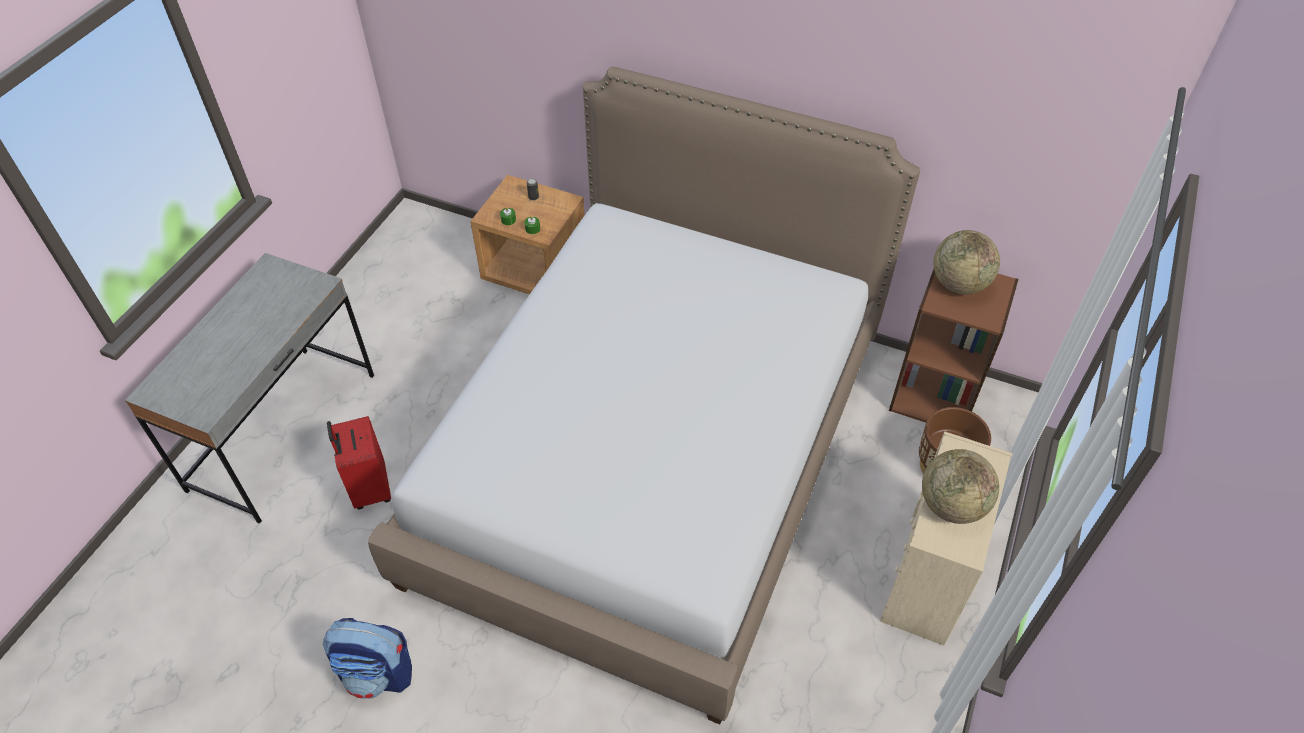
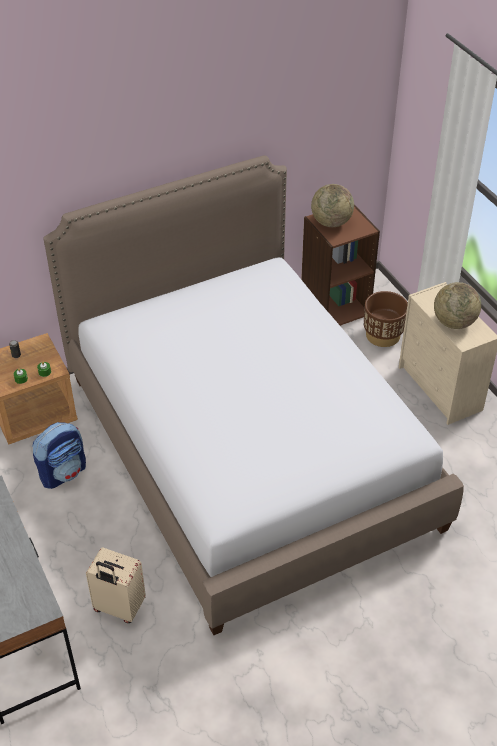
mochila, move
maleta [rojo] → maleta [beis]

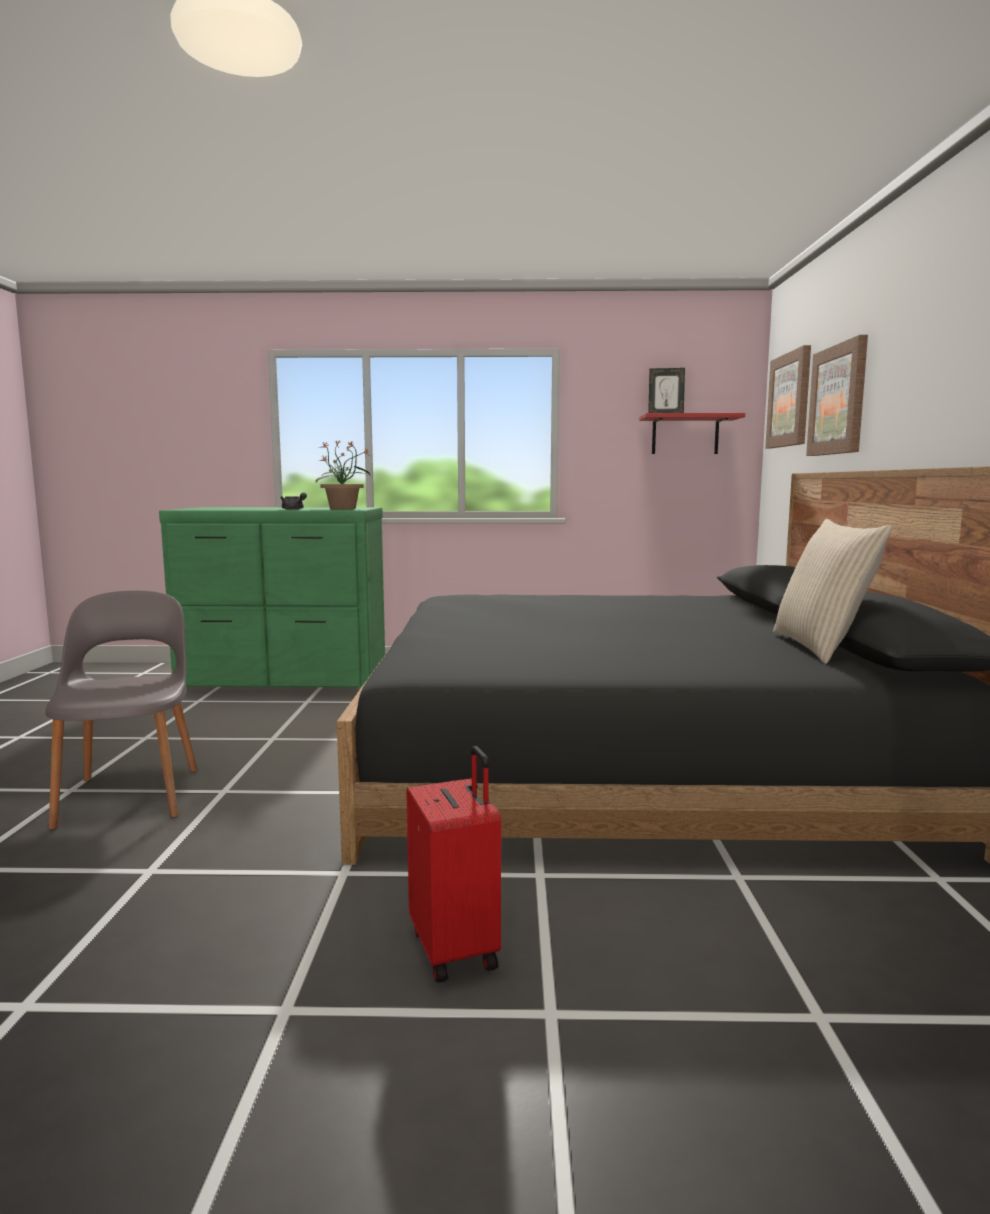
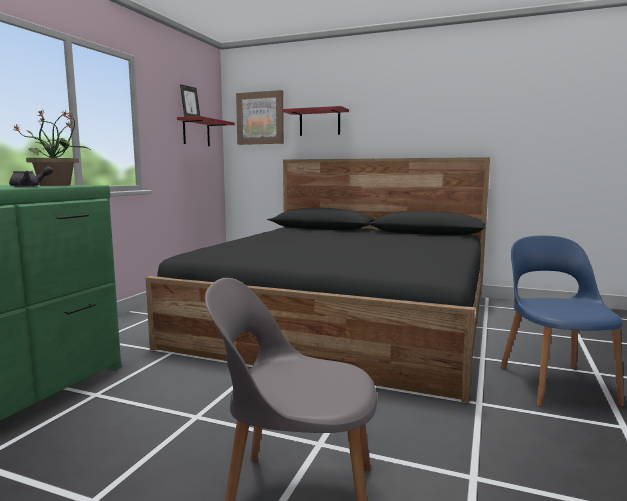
cuadro (2nd from left) → estante [rojo] (2nd from left)
maleta [rojo] → silla [azul]
cojín [beis] → -

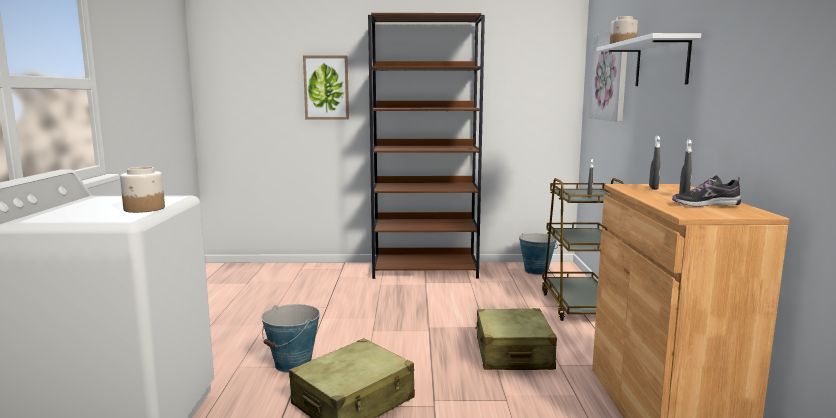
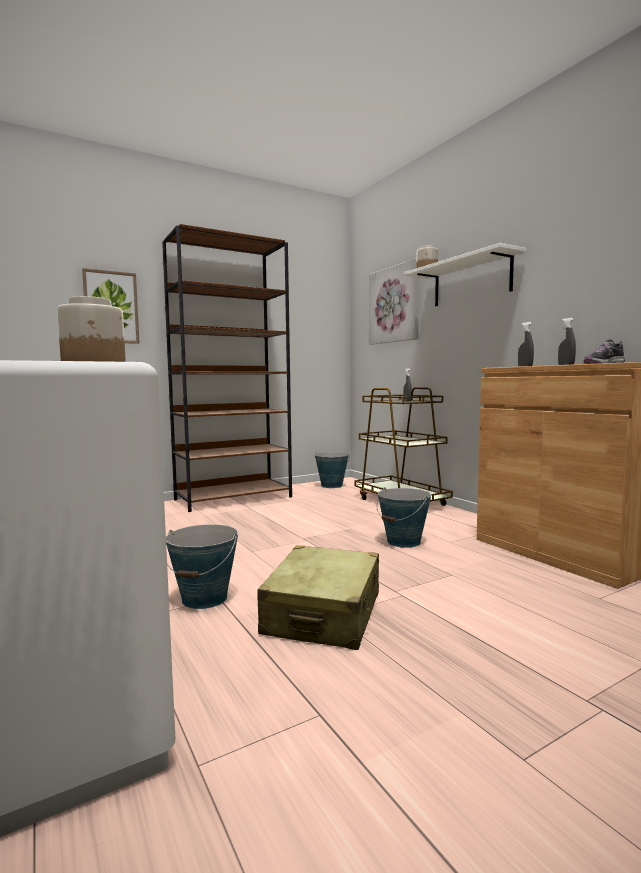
maleta [beis] (2nd from left) → cubo (3rd from left)

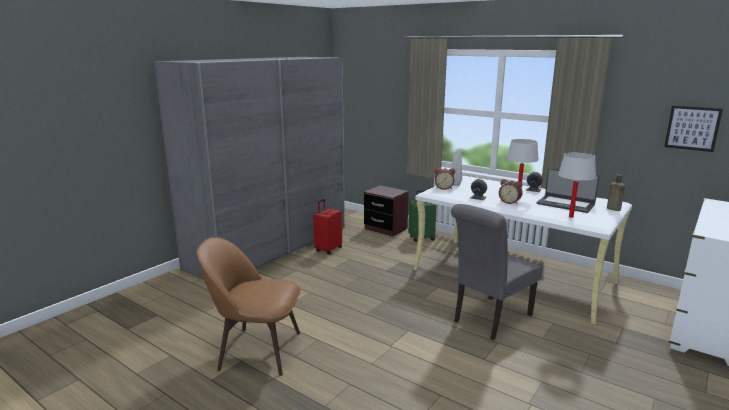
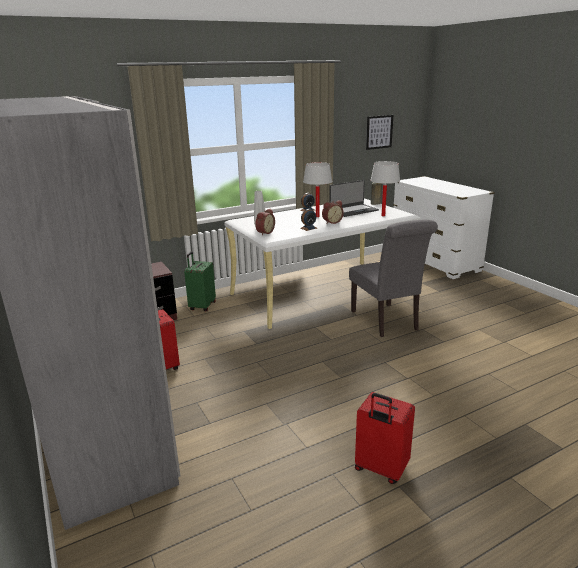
silla [marrón] → maleta [rojo] (2nd from left)

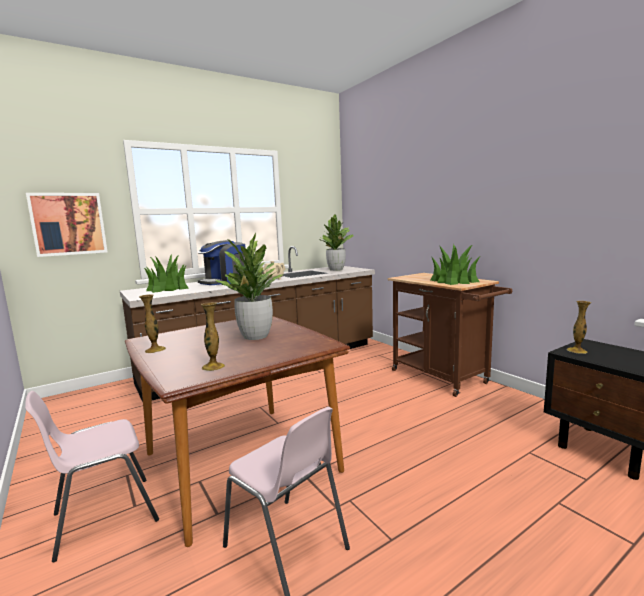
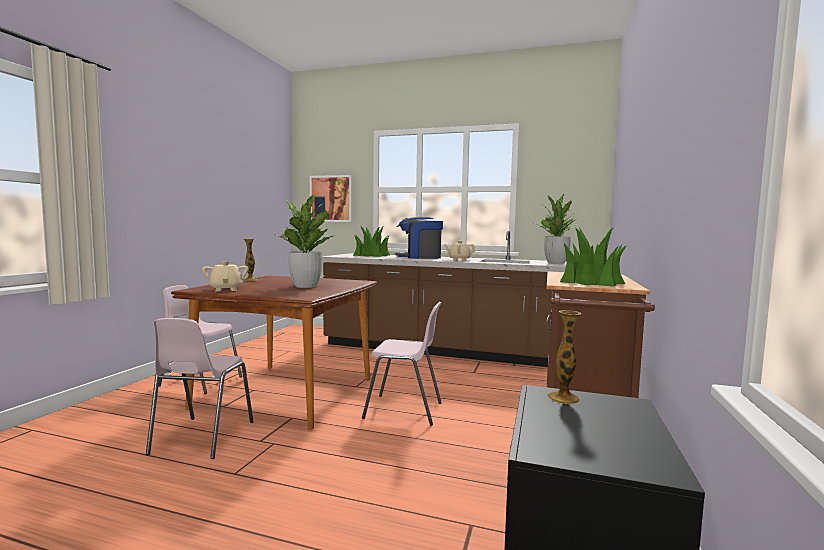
florero (2nd from left) → tetera [beis] (1st from left)
- → silla [rosa] (3rd from left)

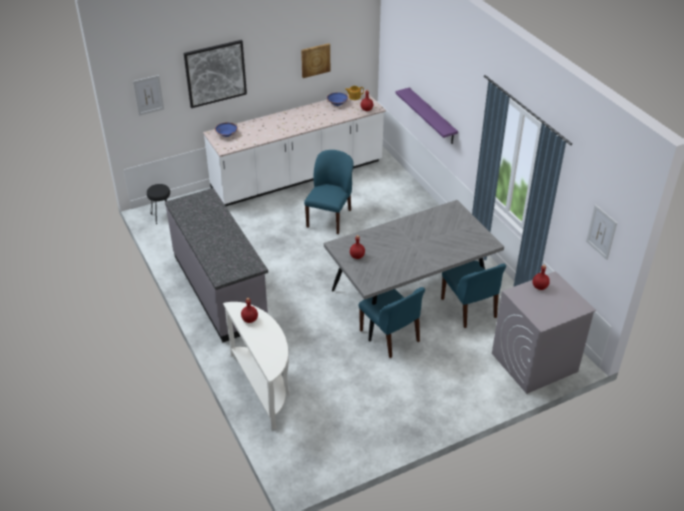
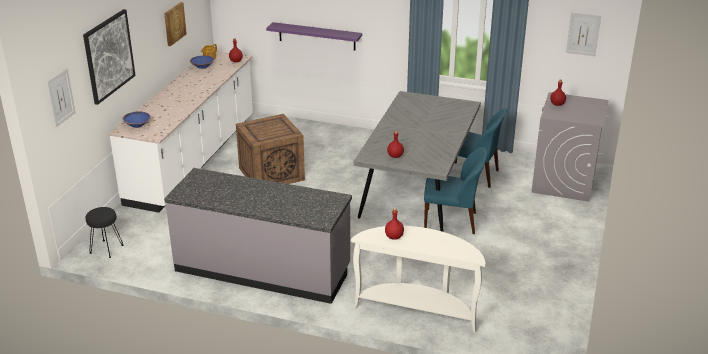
silla [azul] (1st from left) → caja de embalaje

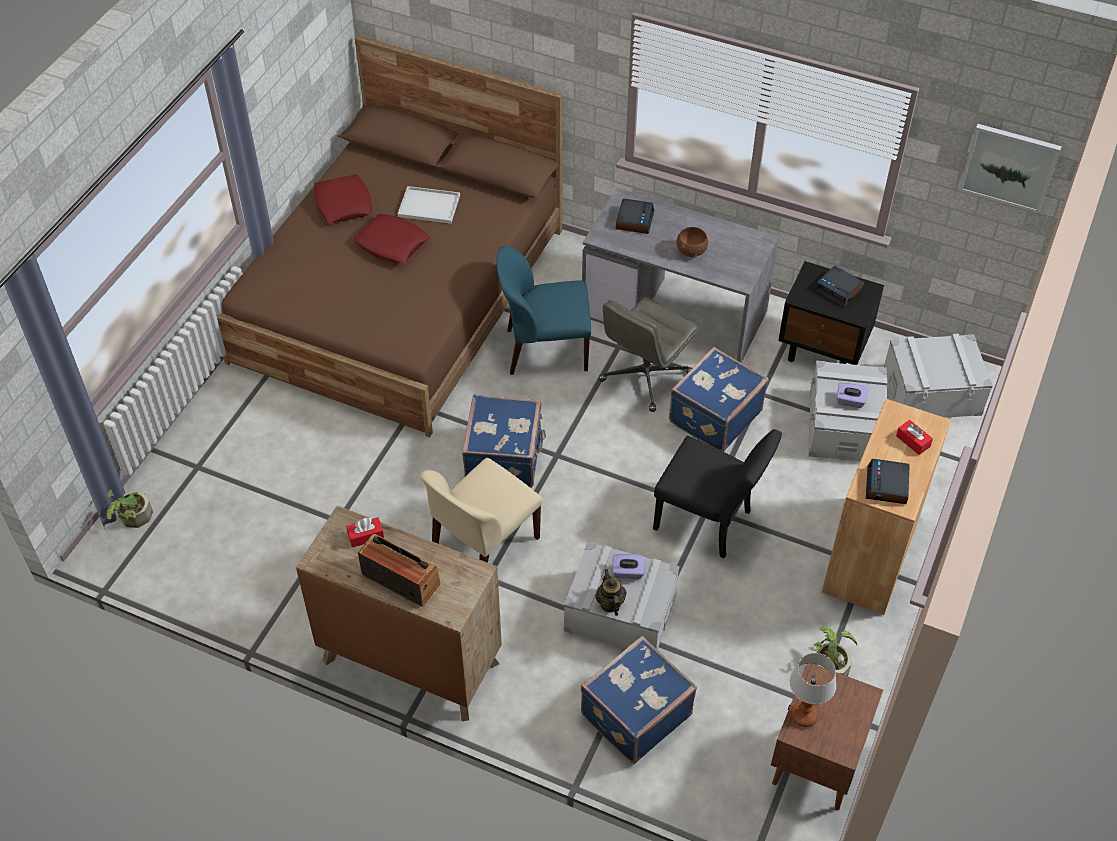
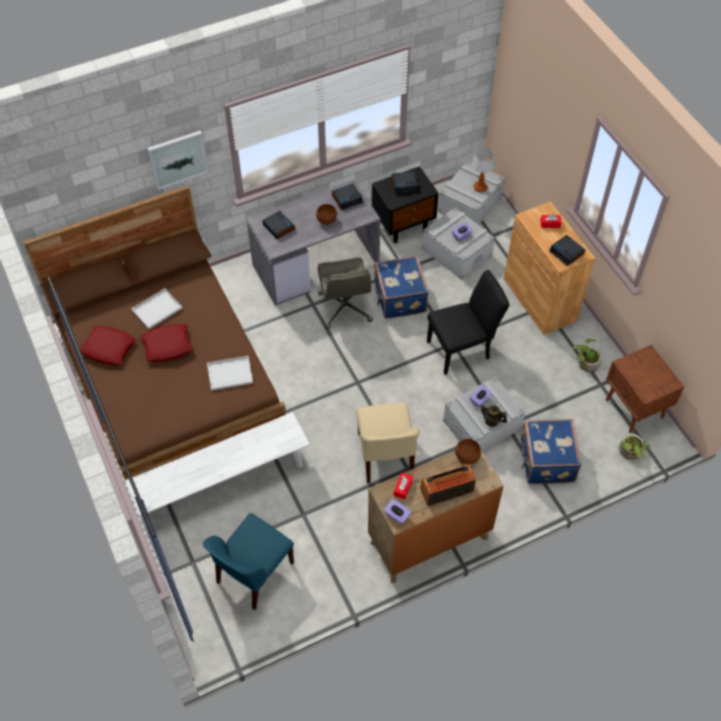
- → banco [blanco]
cuadro, move
silla [azul], move
- → bandeja [blanco] (2nd from left)
- → despertador (2nd from left)
- → caja de pañuelos [morado] (1st from left)
- → cuenco [marrón] (2nd from left)
lámpara de mesa, move
planta en maceta (1st from left in the first image) → planta en maceta (2nd from left), move
maleta [azul] (1st from left) → -

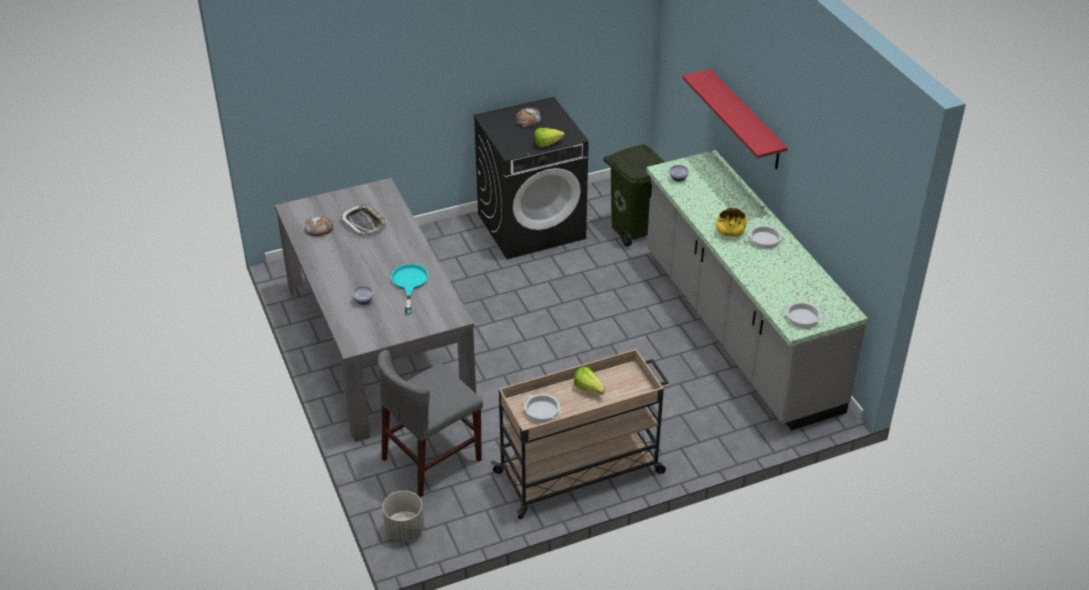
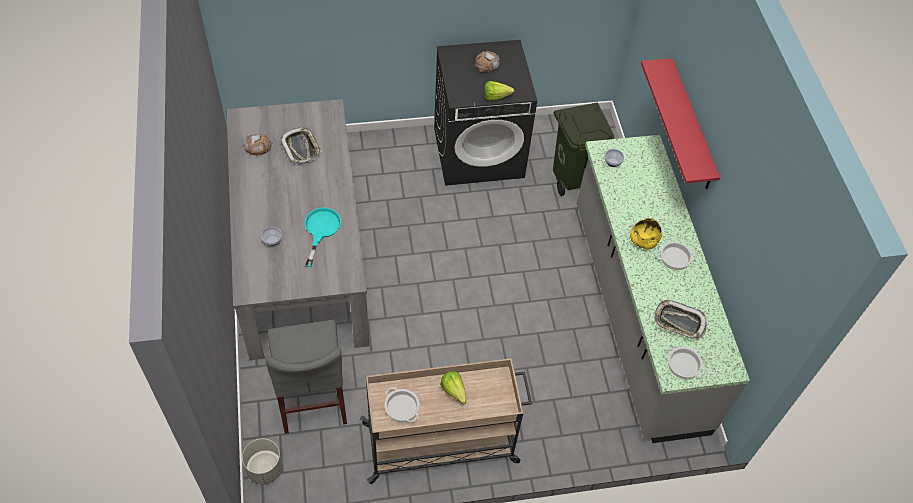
silla [gris], 75 degrees counterclockwise
- → bandeja (2nd from left)

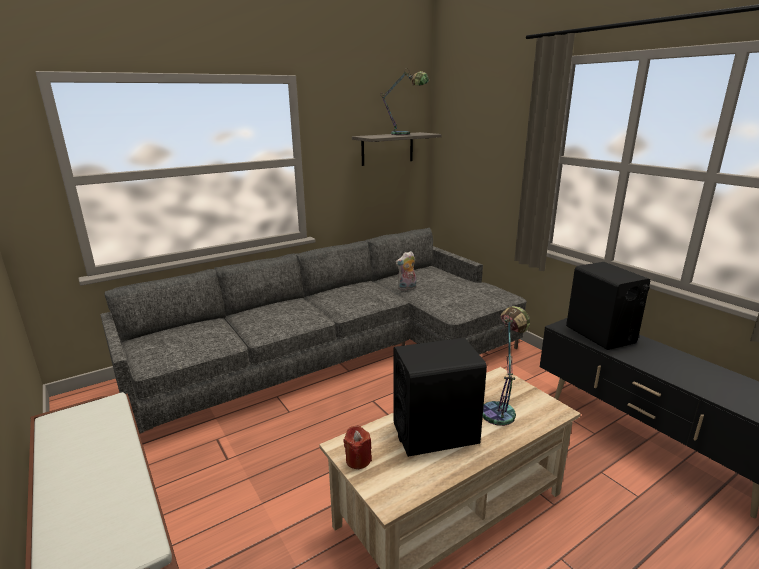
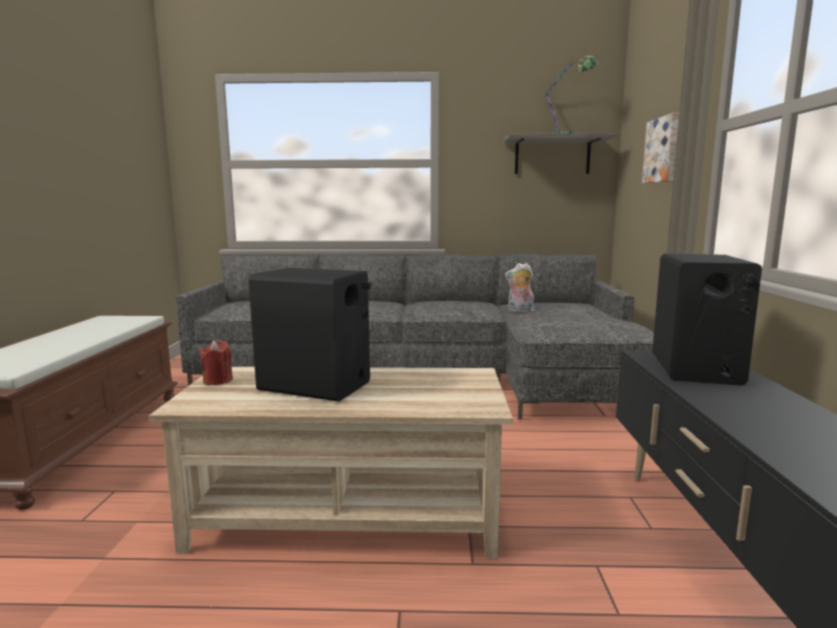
- → cuadro
lámpara de mesa (2nd from left) → -

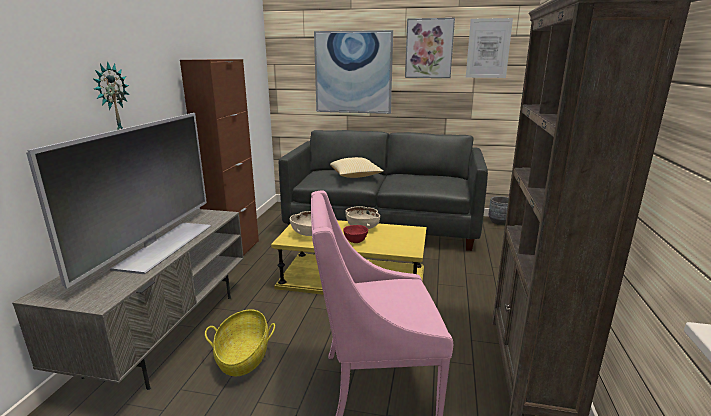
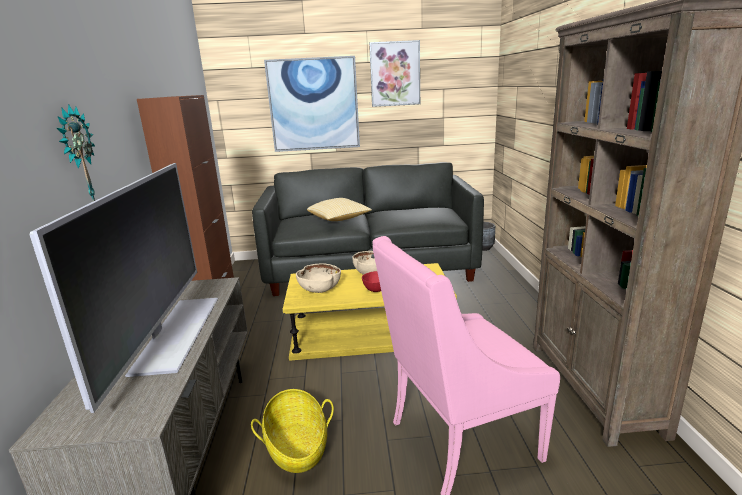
cuadro (3rd from left) → -

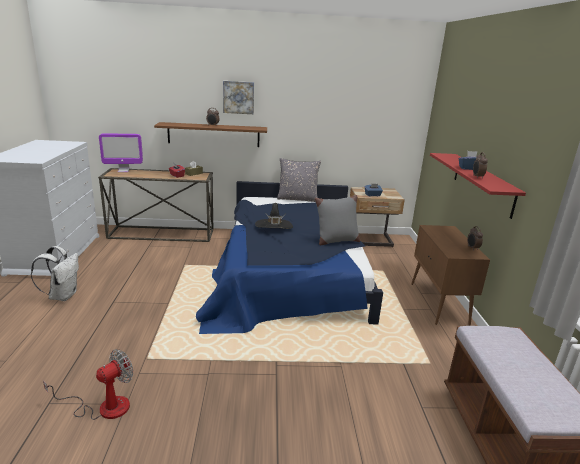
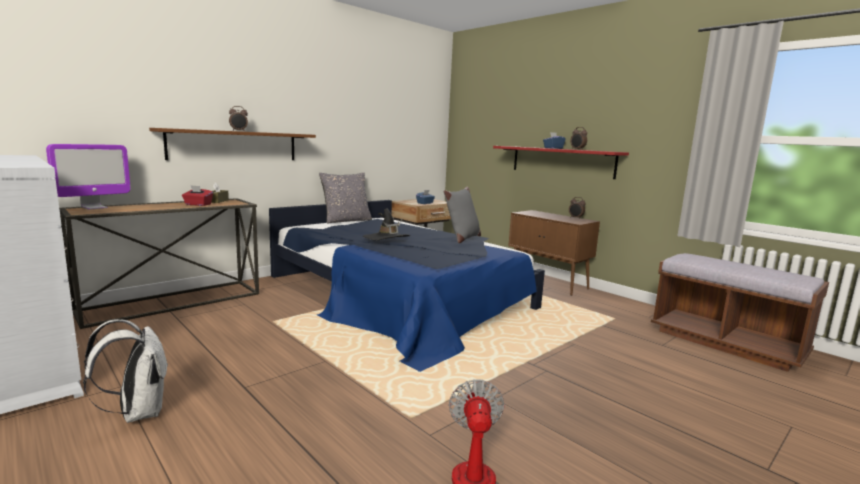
cuadro → -

